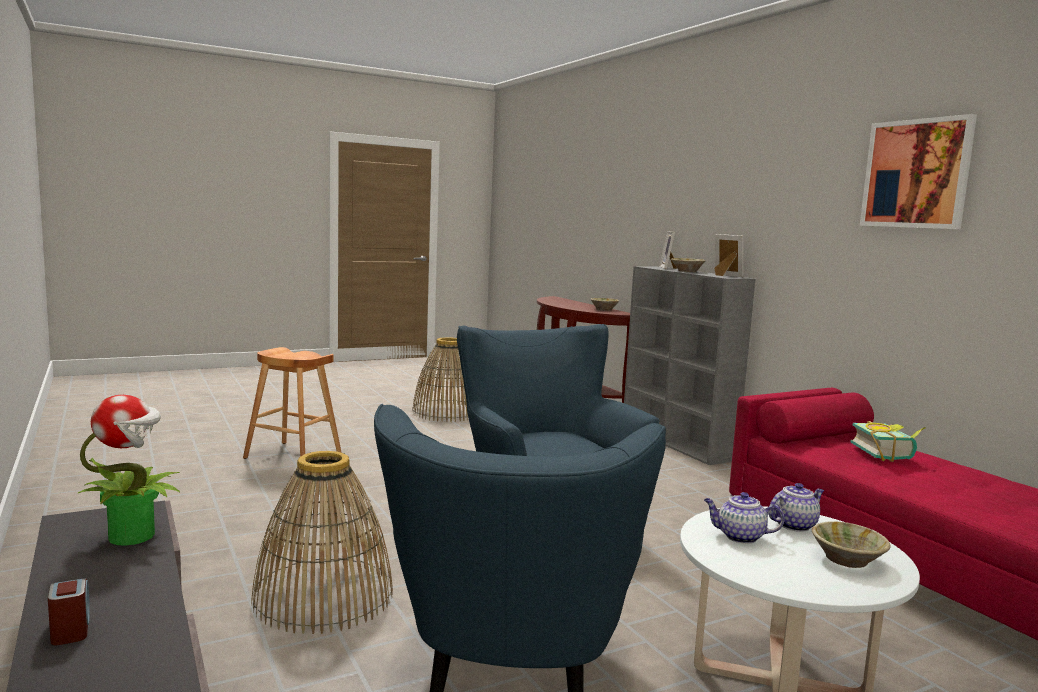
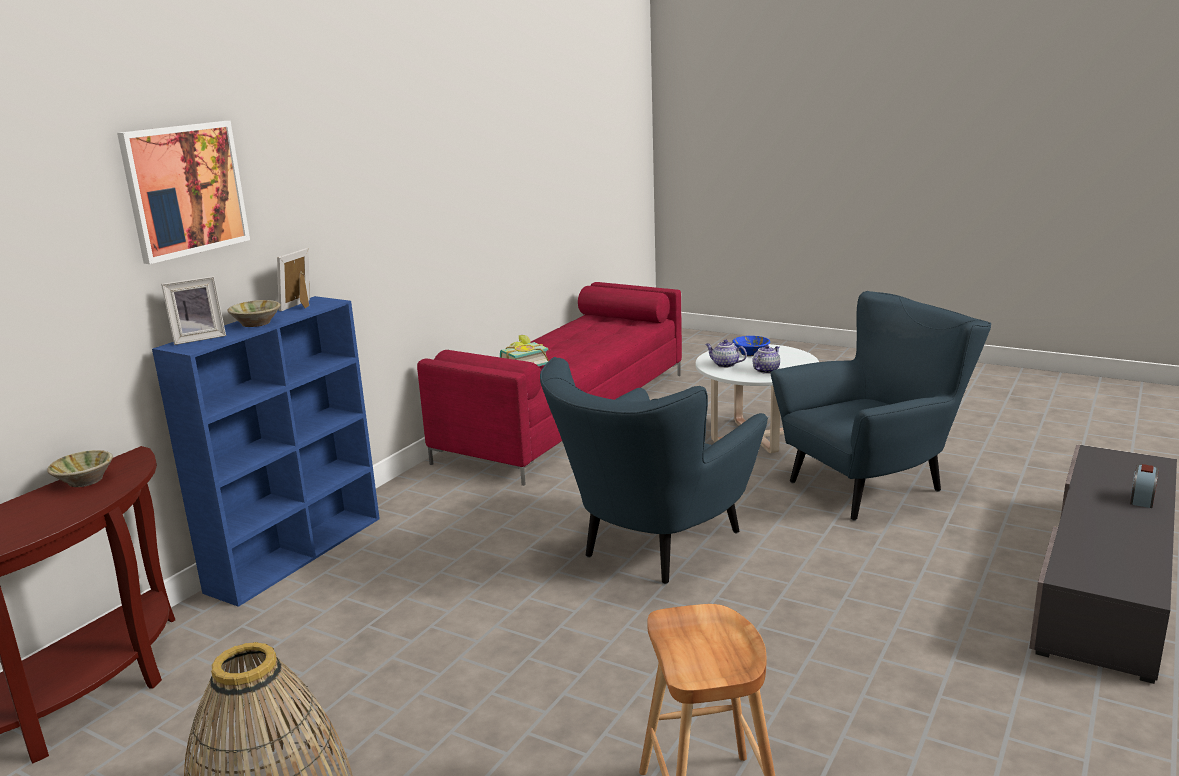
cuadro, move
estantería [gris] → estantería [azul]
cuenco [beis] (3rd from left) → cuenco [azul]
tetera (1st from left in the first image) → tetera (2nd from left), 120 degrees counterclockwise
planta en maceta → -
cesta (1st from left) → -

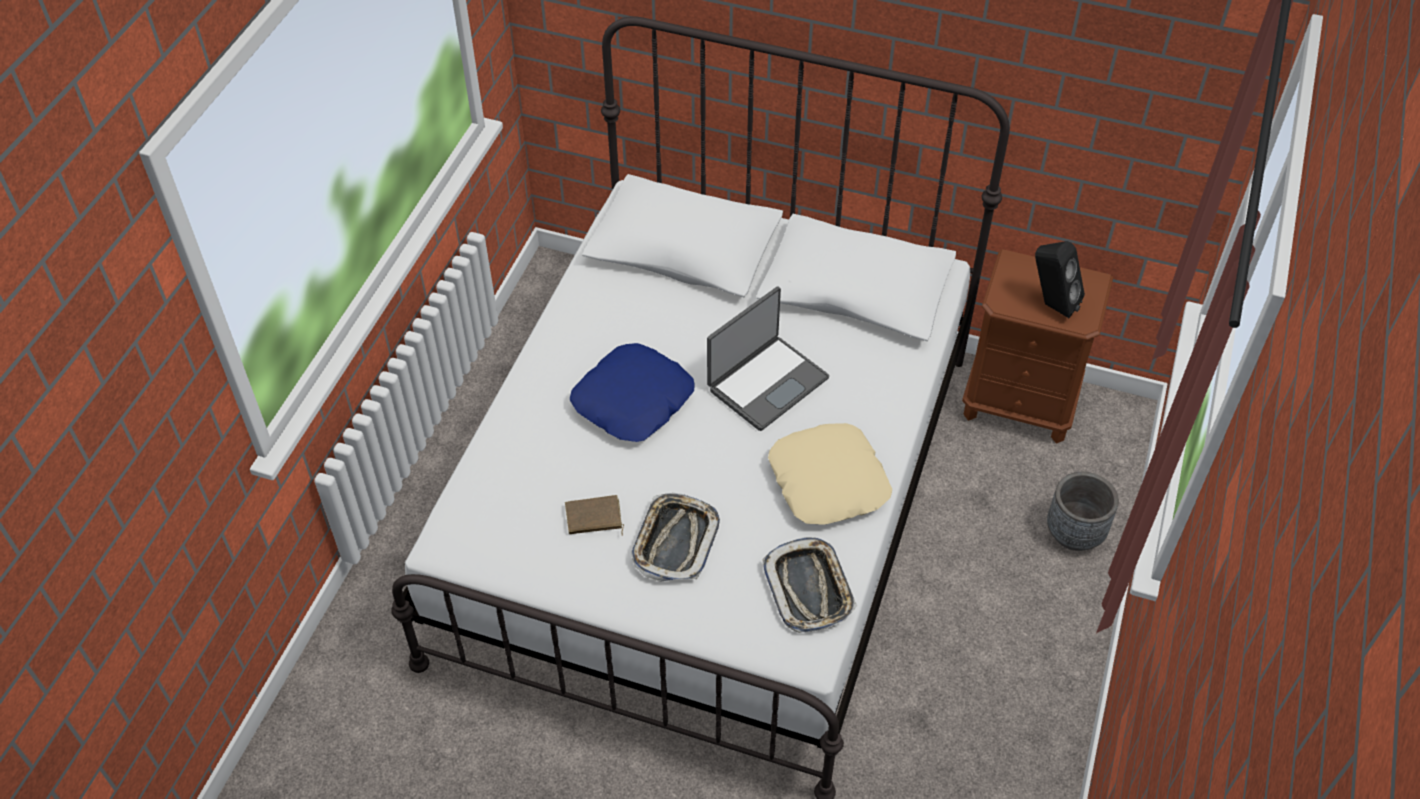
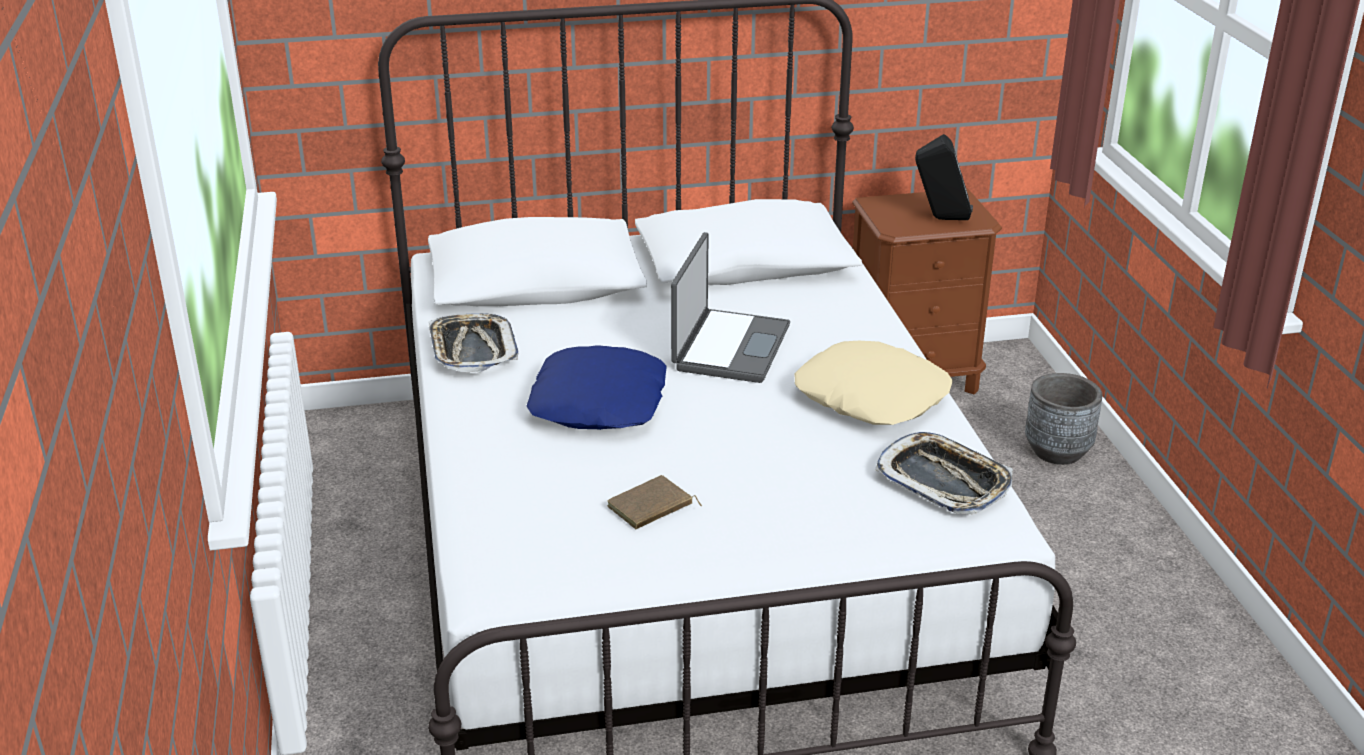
bandeja (1st from left), move

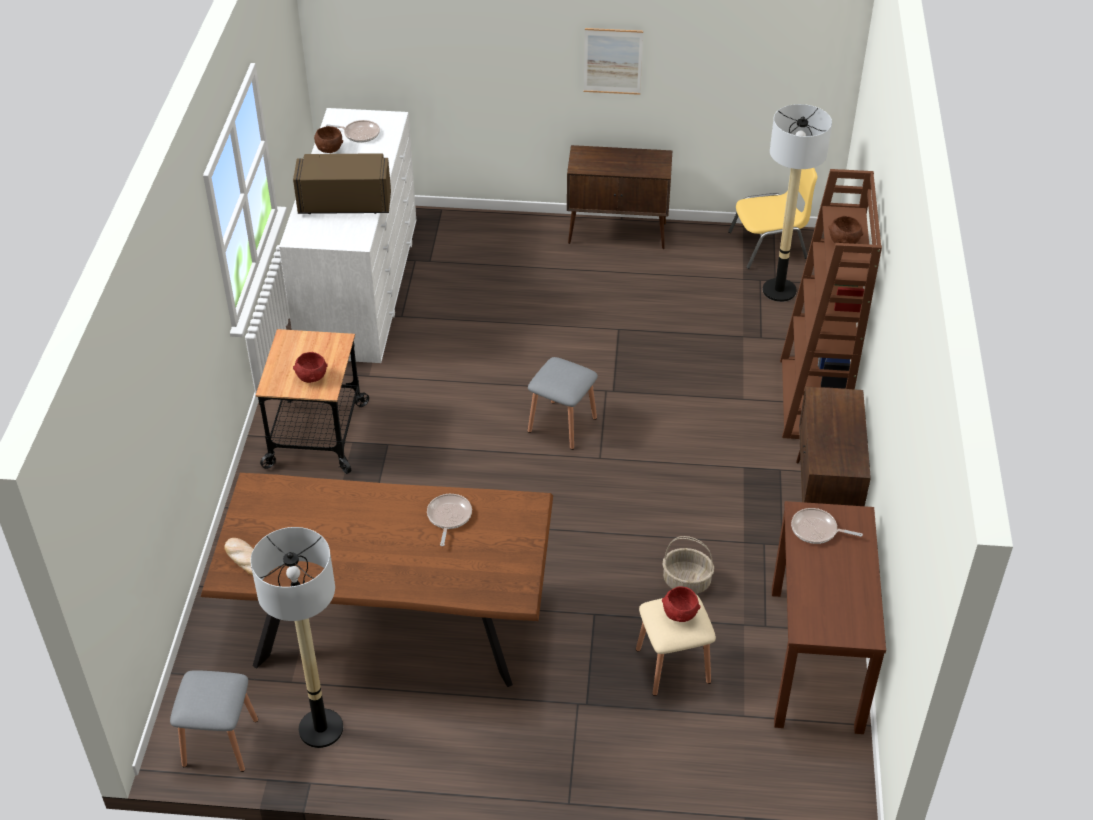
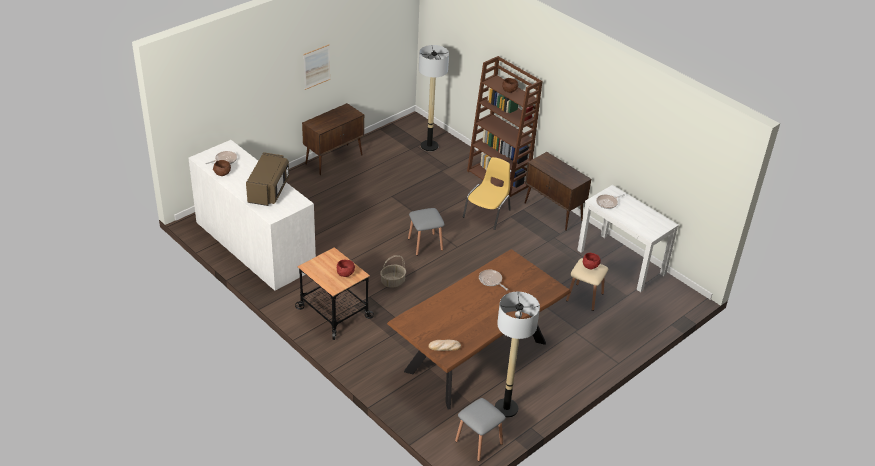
microondas [marrón], 150 degrees clockwise
cesta, move
silla [amarillo], move
mesa consola [marrón] → mesa consola [blanco]

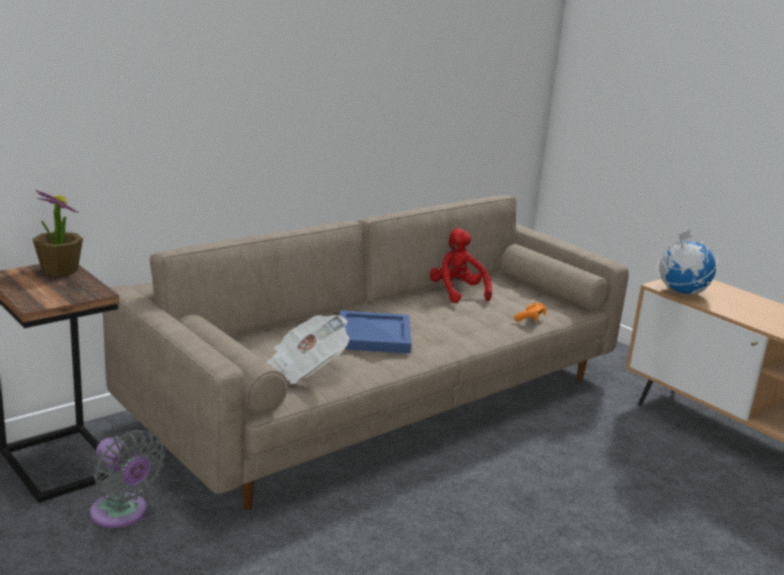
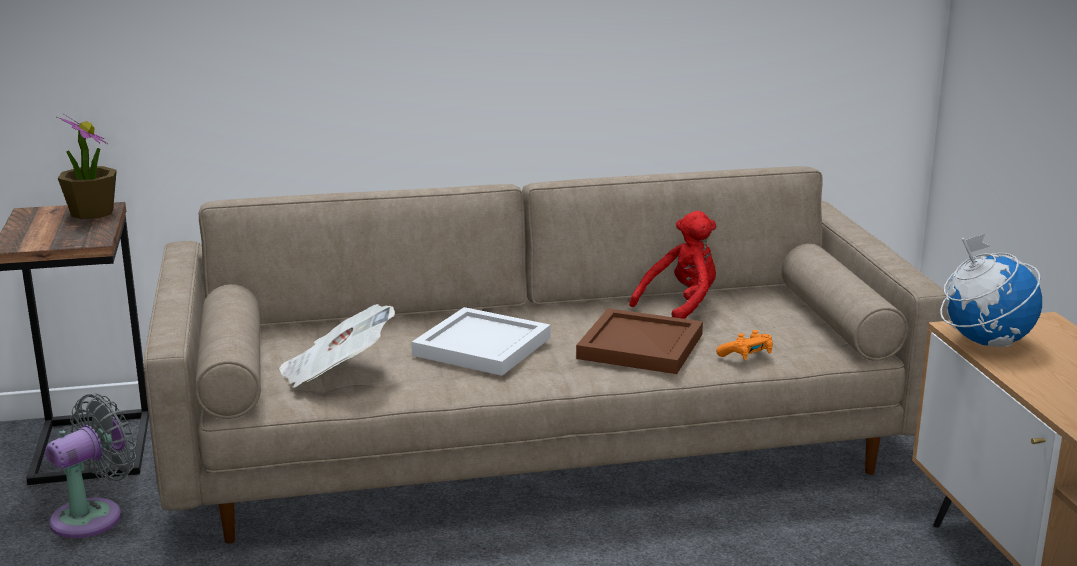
ventilador [gris], 120 degrees counterclockwise
bandeja [azul] → bandeja [blanco]
- → bandeja [marrón]
peluche [rojo], 45 degrees clockwise

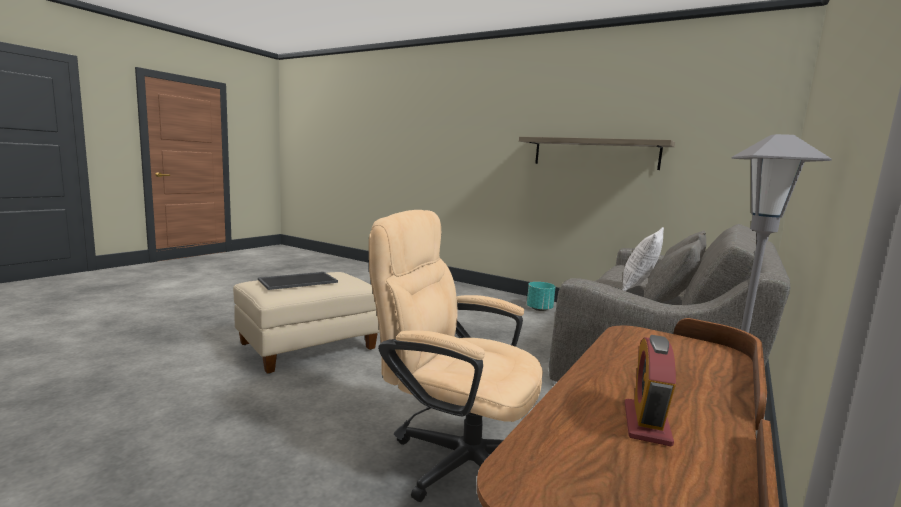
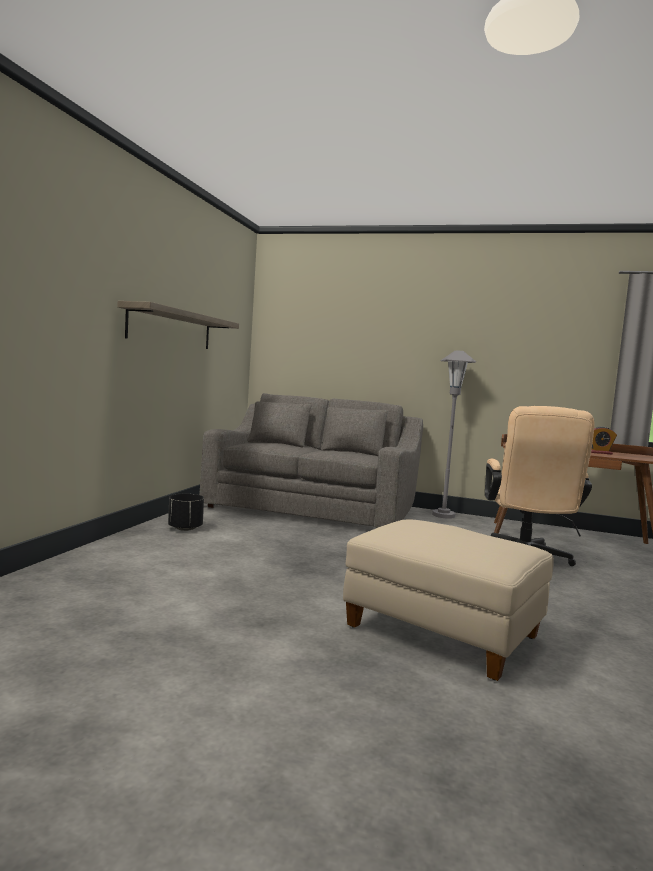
maceta [turquesa] → maceta [negro]
bandeja → -
cojín → -

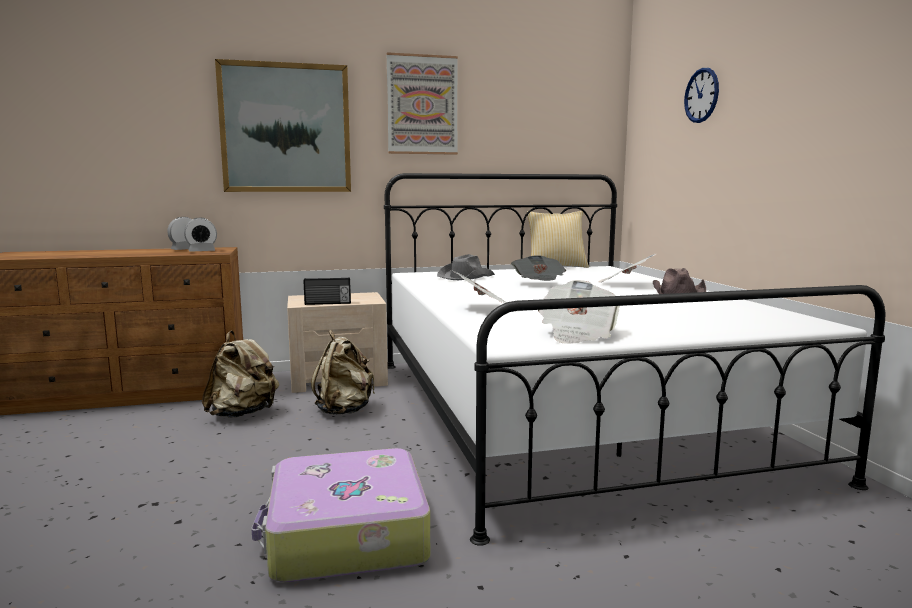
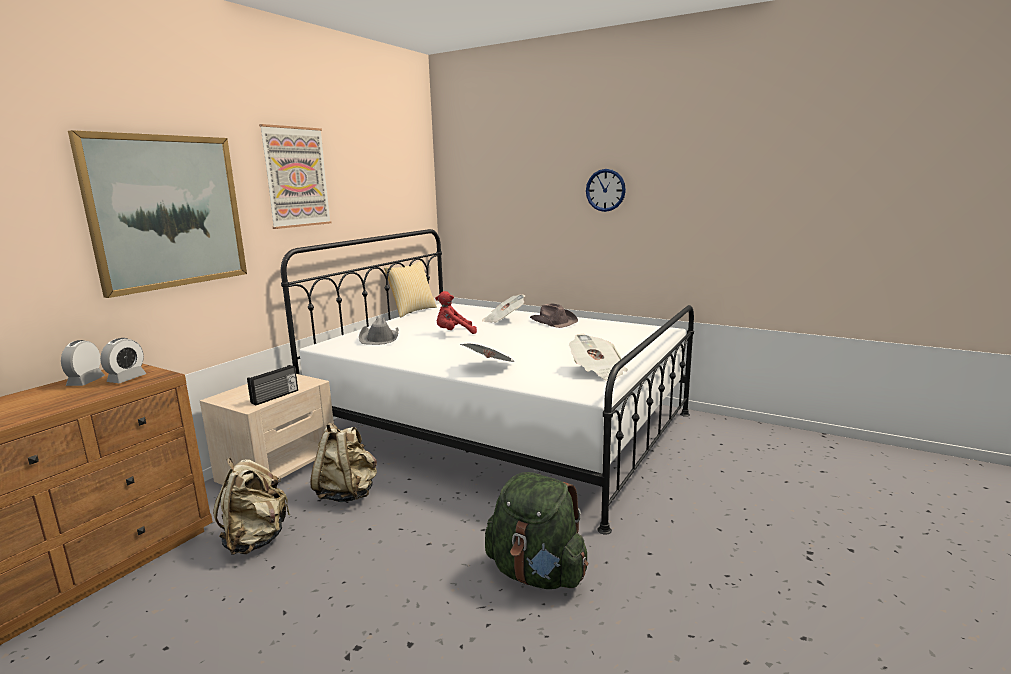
periódico (2nd from left) → peluche [rojo]
maleta → mochila [verde]
reloj de pared, move

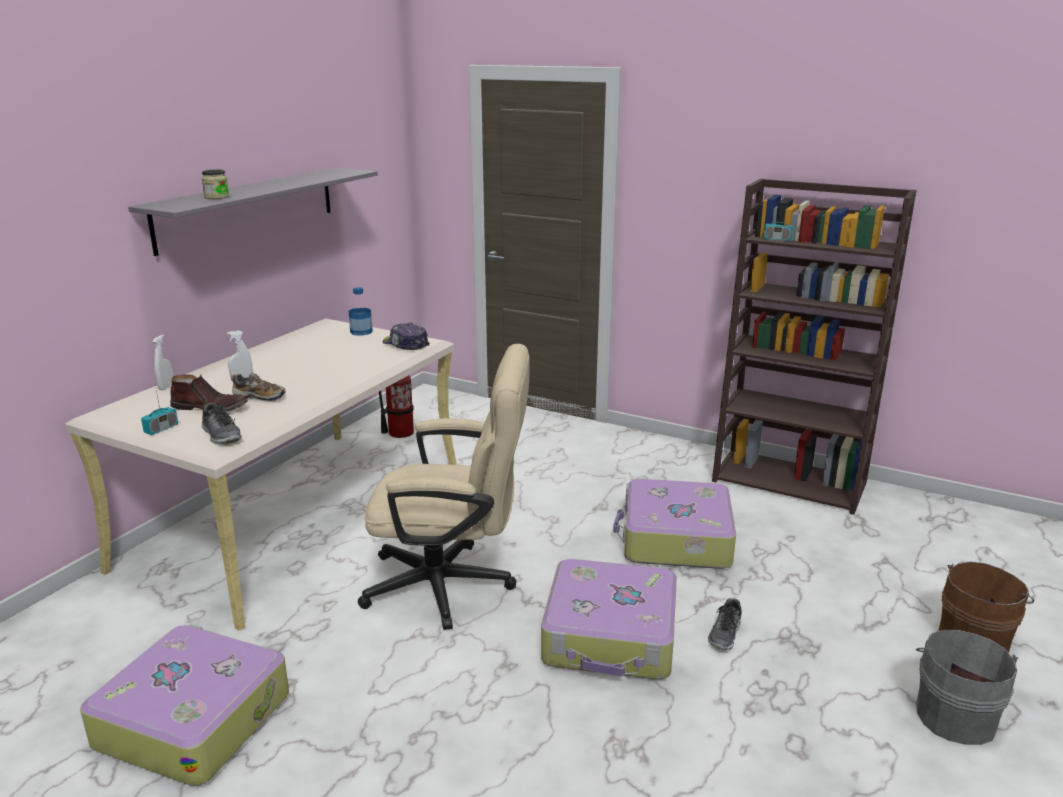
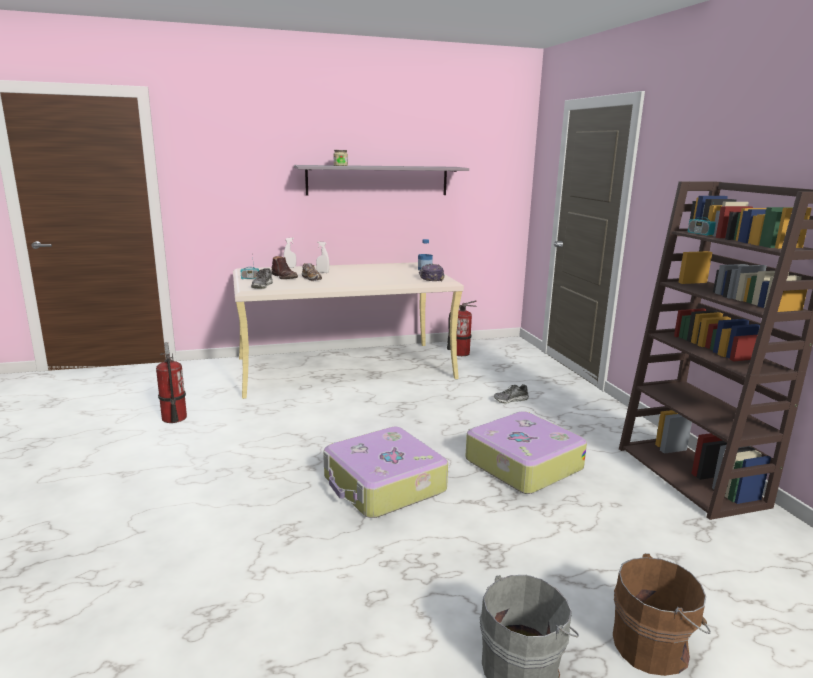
maleta (1st from left) → extintor (1st from left)
zapato (3rd from left), move
silla de oficina [beis] → -

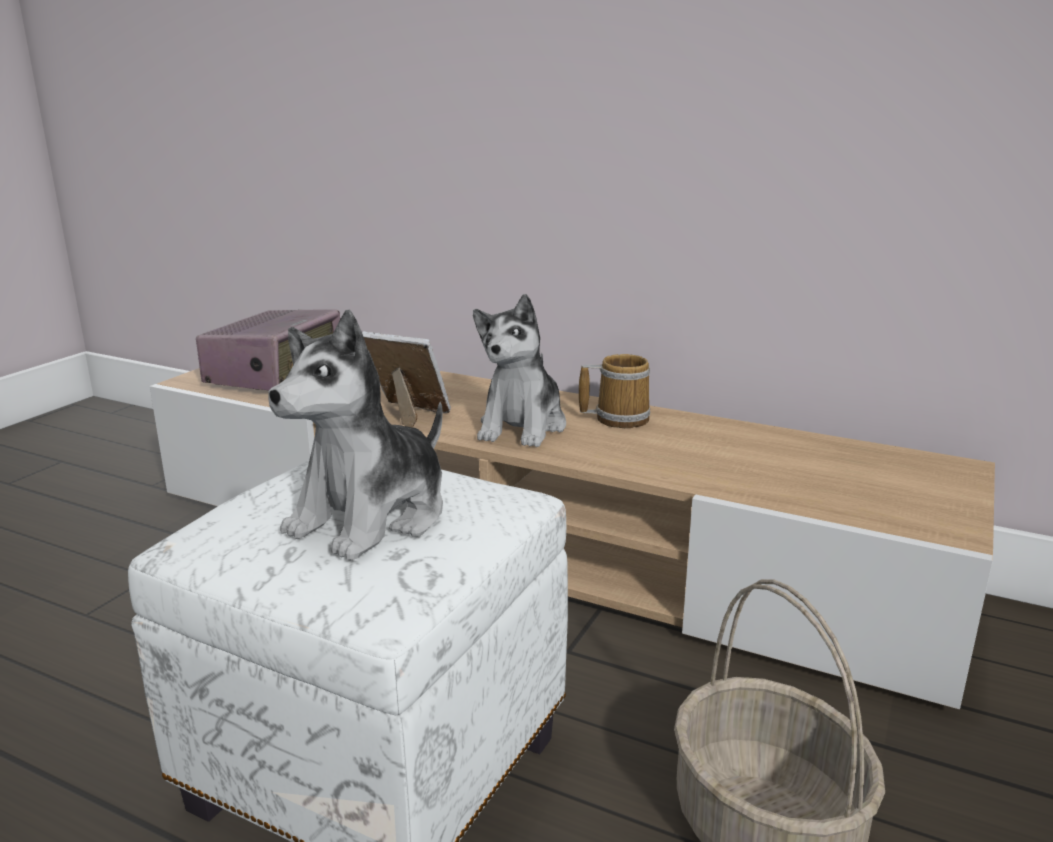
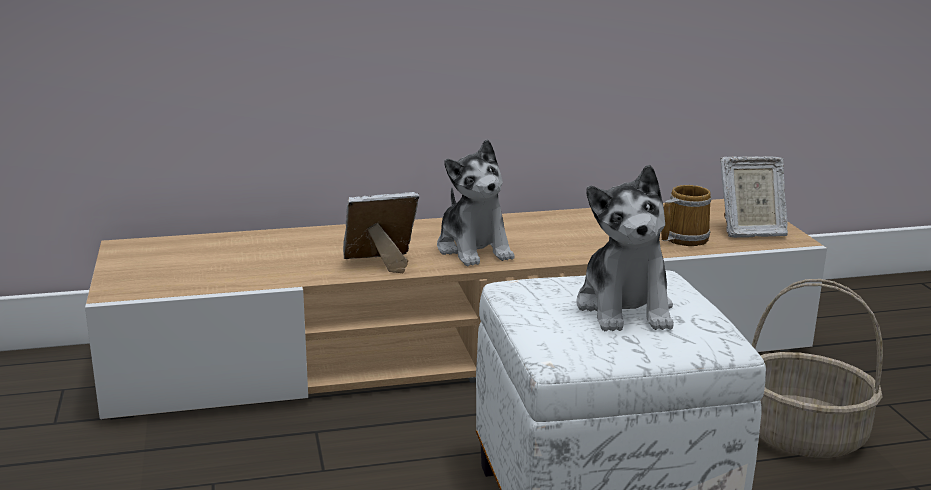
taza grande, move
- → portarretratos (2nd from left)
radio → -

